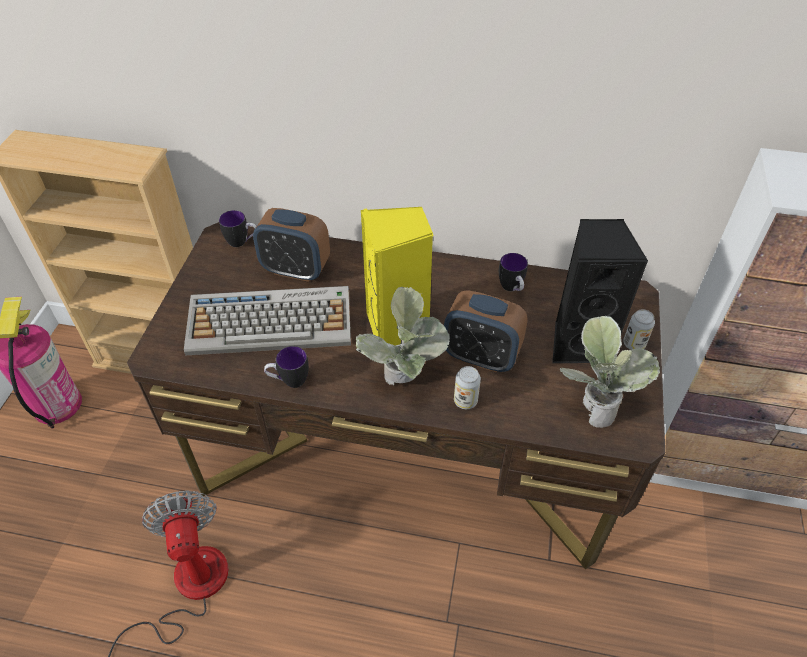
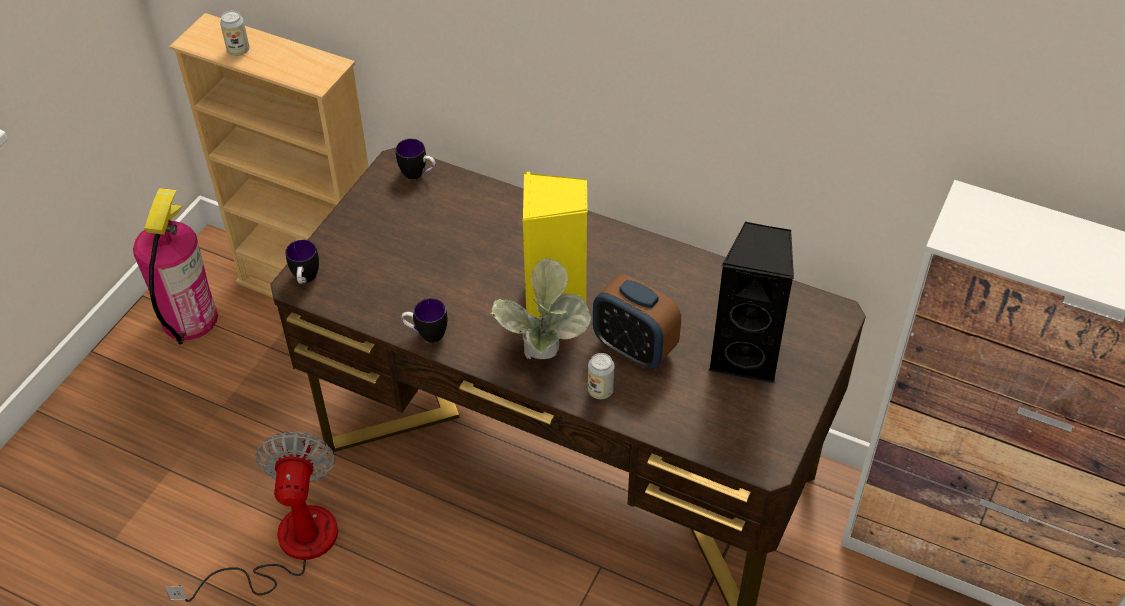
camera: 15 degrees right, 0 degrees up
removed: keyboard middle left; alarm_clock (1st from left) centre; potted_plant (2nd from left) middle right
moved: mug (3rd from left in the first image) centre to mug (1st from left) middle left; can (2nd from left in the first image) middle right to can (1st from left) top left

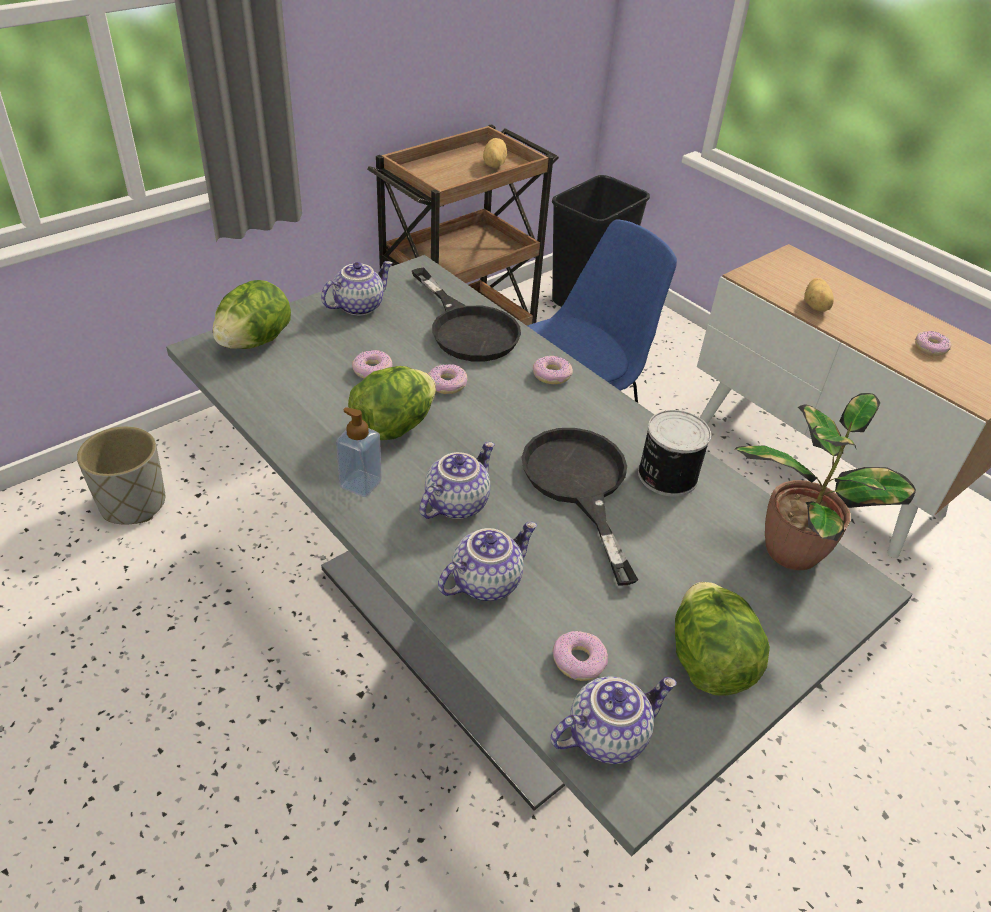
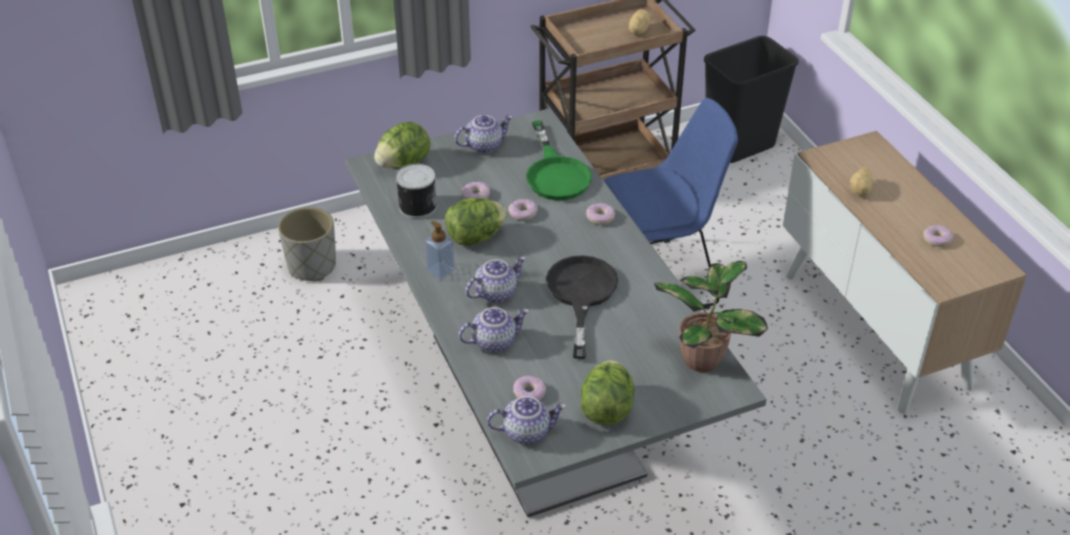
camera: 20 degrees right, 0 degrees up
moved: can middle right to centre
recoloured: black_frying_pan (1st from left) centre to green_frying_pan top centre

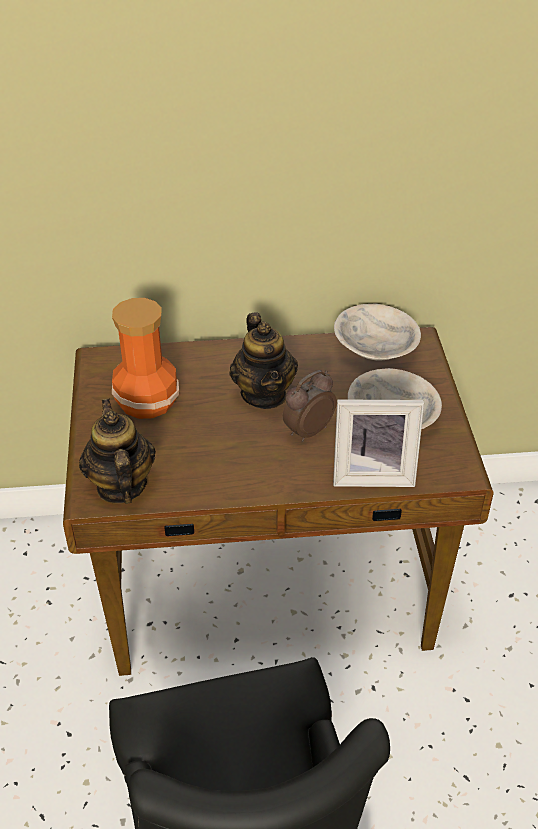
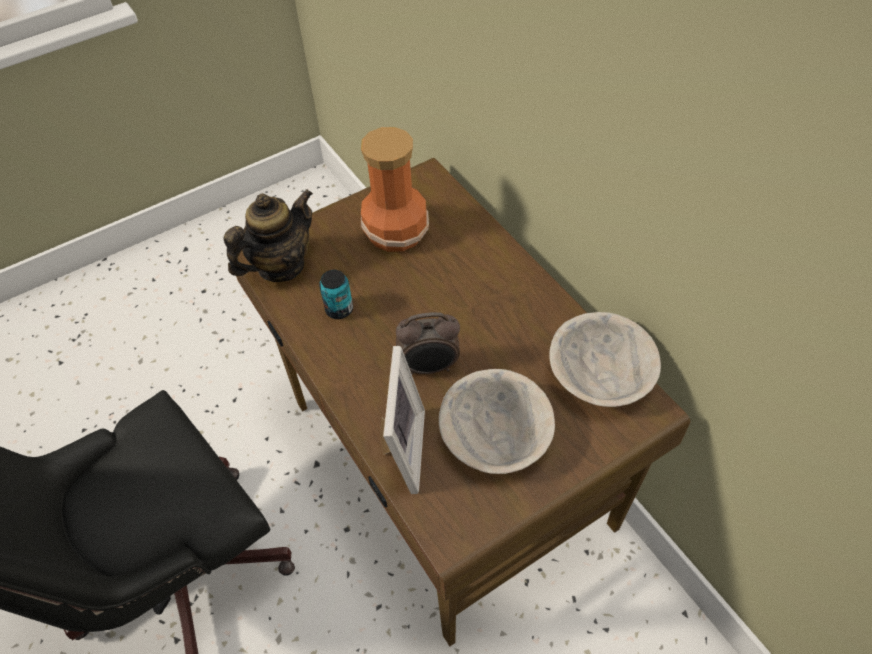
camera: 65 degrees right, 10 degrees up
removed: teapot (2nd from left) centre
added: can centre
turned: alarm_clock centre = centre 150 degrees clockwise; picture_frame middle right = centre 150 degrees counterclockwise

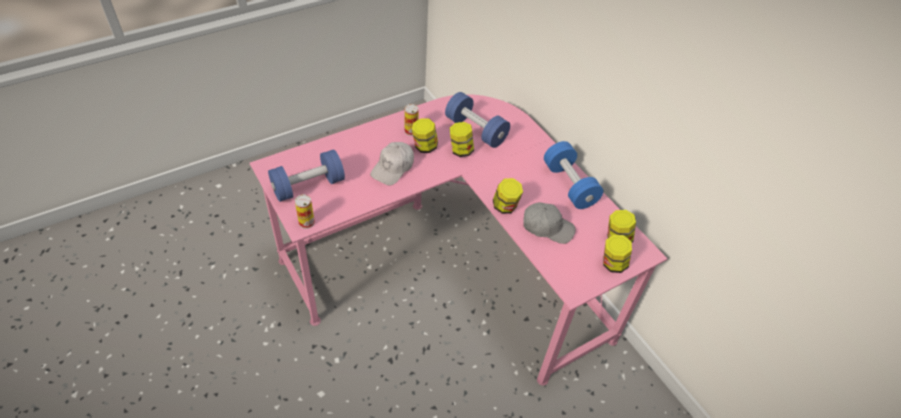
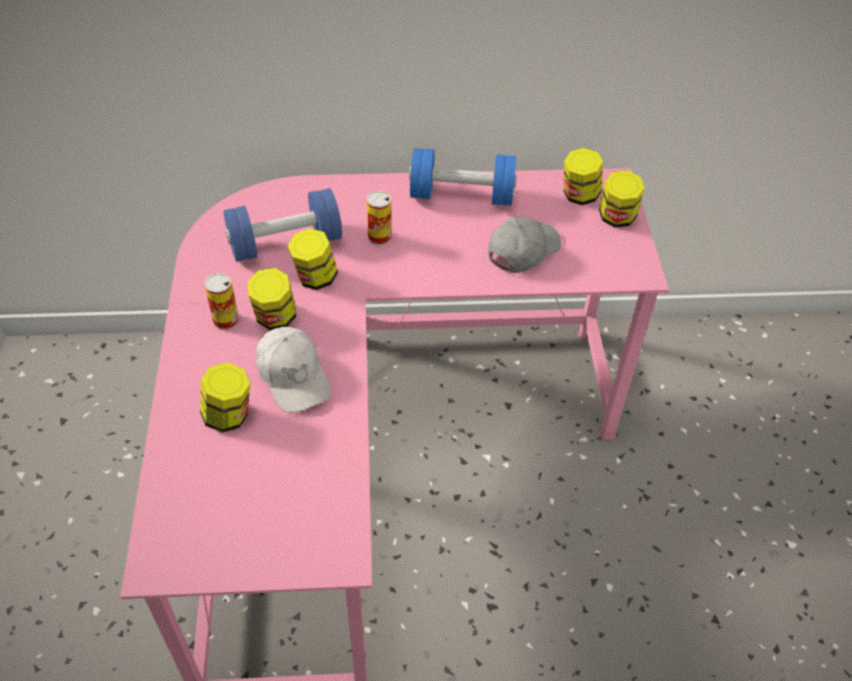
camera: 60 degrees left, 0 degrees up
removed: blue_dumbbell (1st from left) centre
moved: can (1st from left in the first image) centre to can (2nd from left) top centre; jar (3rd from left in the first image) centre to jar (1st from left) middle left

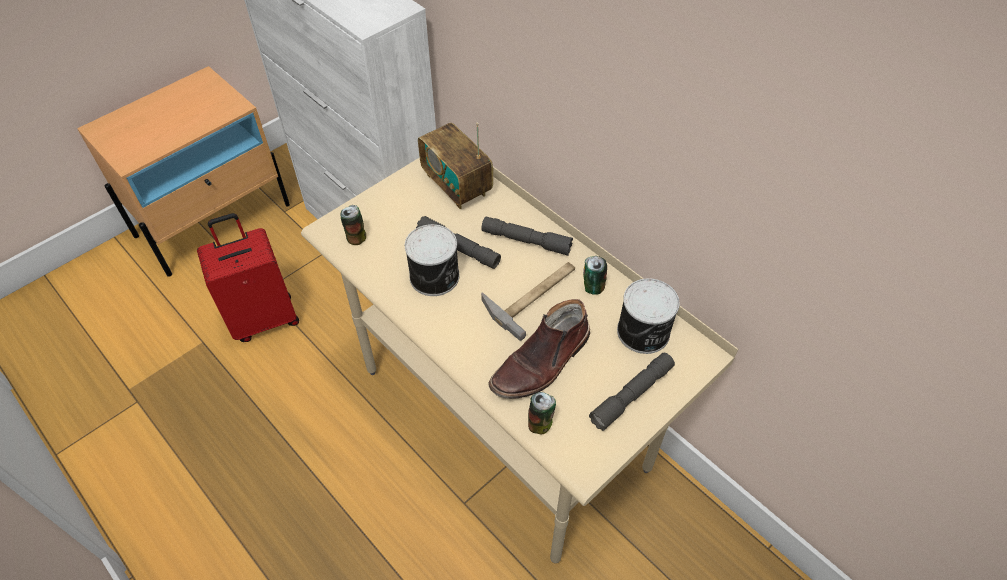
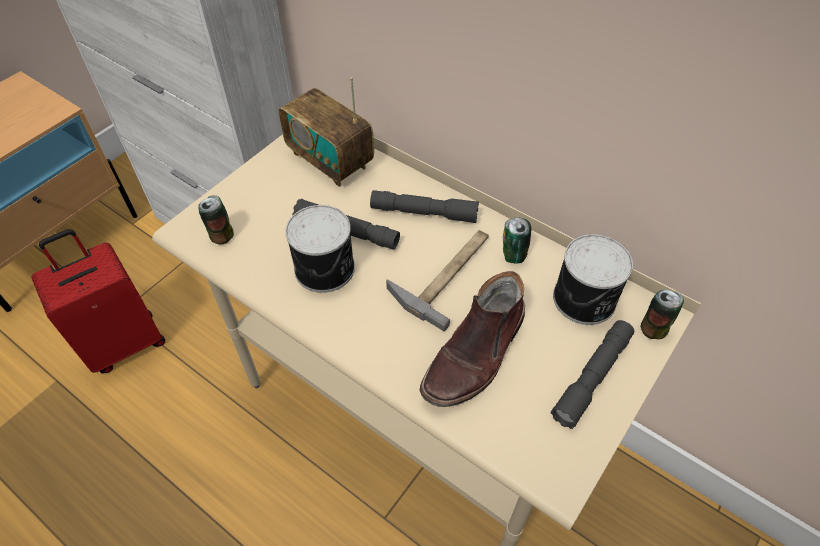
camera: 10 degrees left, 0 degrees up
moved: can (3rd from left in the first image) bottom centre to can (5th from left) middle right

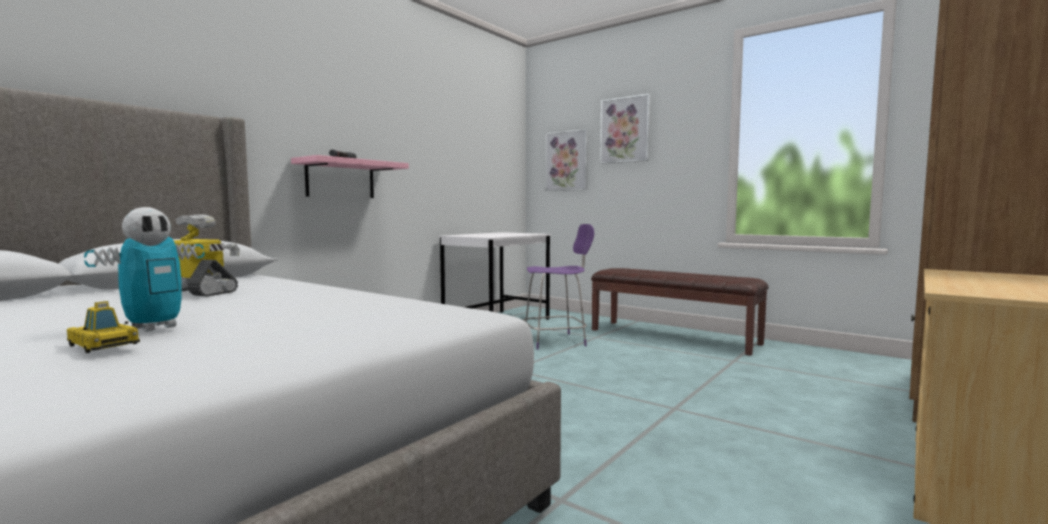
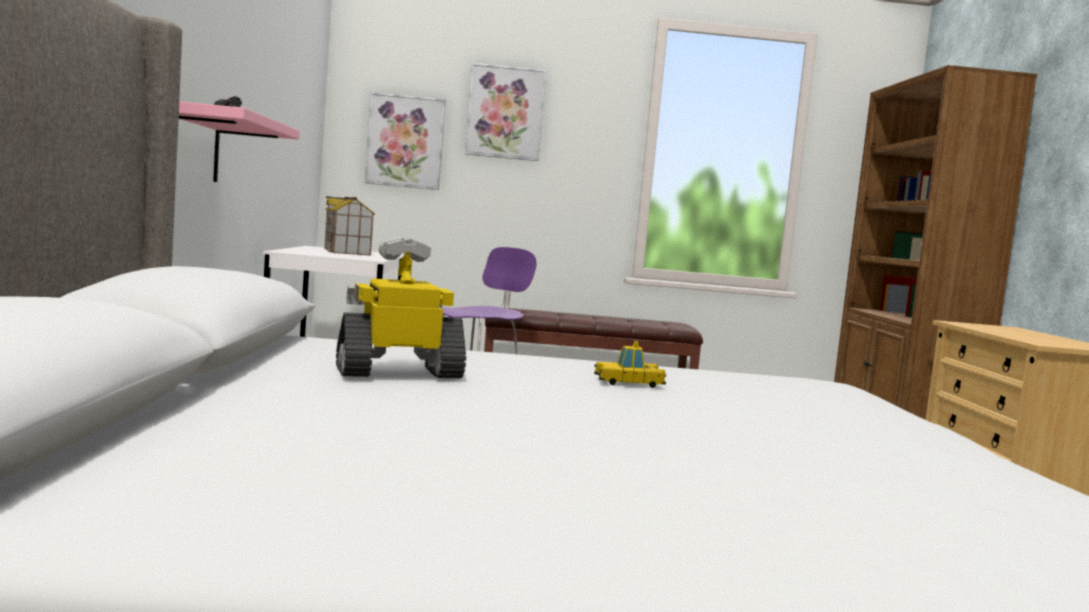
camera: 40 degrees left, 0 degrees up
removed: toy_robot (1st from left) middle left
added: toy_house middle left
moved: toy_car middle left to centre

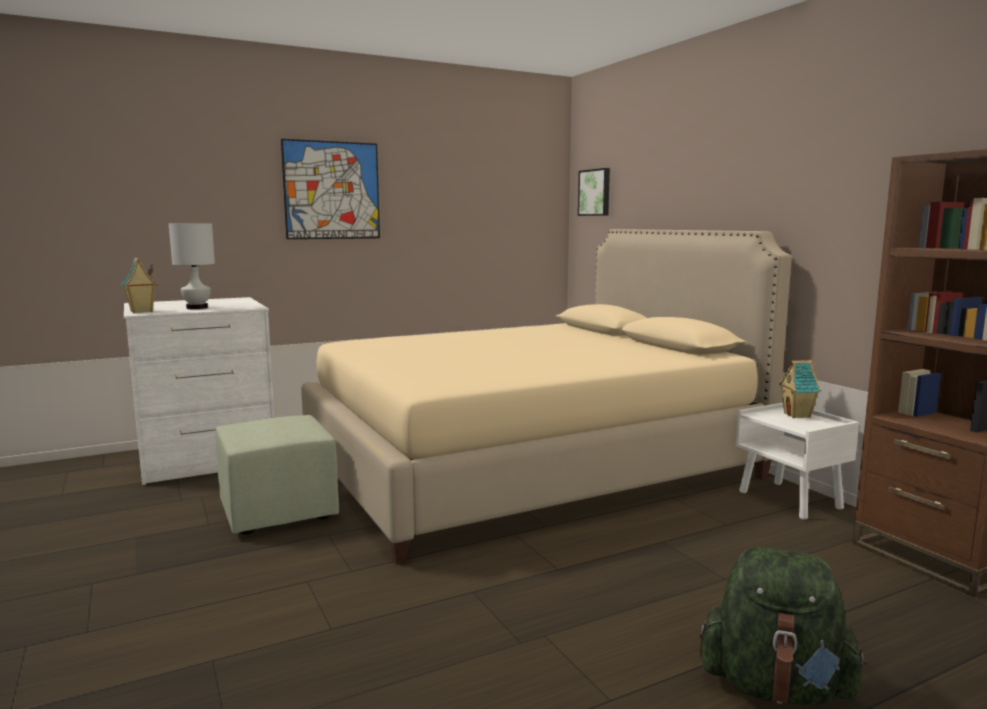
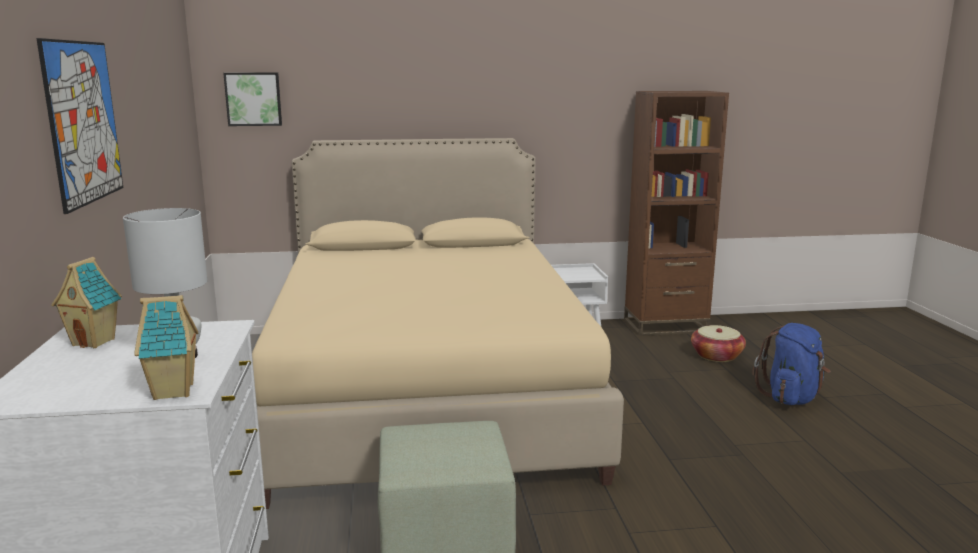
camera: 70 degrees left, 5 degrees up
added: basket middle right
moved: toy_house (2nd from left in the first image) middle right to toy_house (1st from left) middle left
recoloured: green_backpack bottom right to blue_backpack middle right

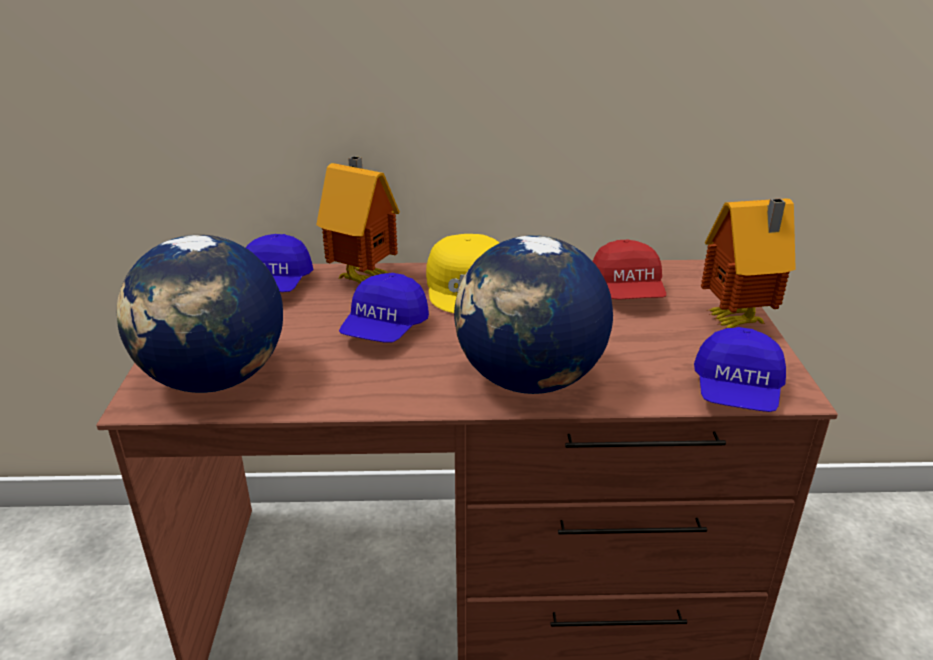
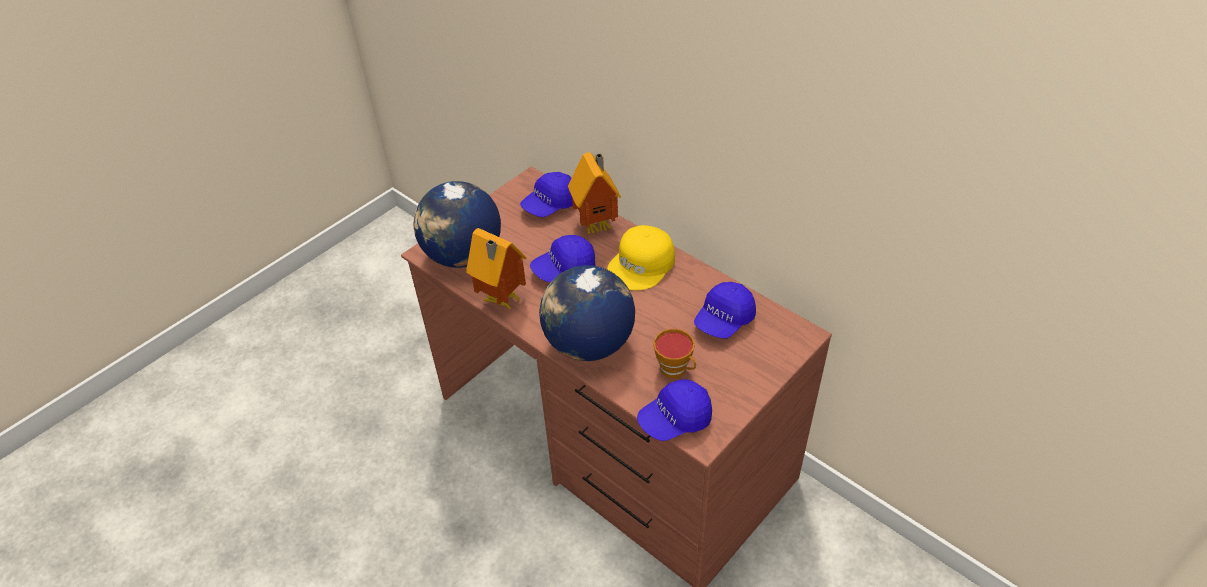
camera: 45 degrees right, 15 degrees up
added: cup centre
moved: toy_house (2nd from left in the first image) middle right to toy_house (1st from left) centre
recoloured: red_cap middle right to blue_cap (4th from left) centre

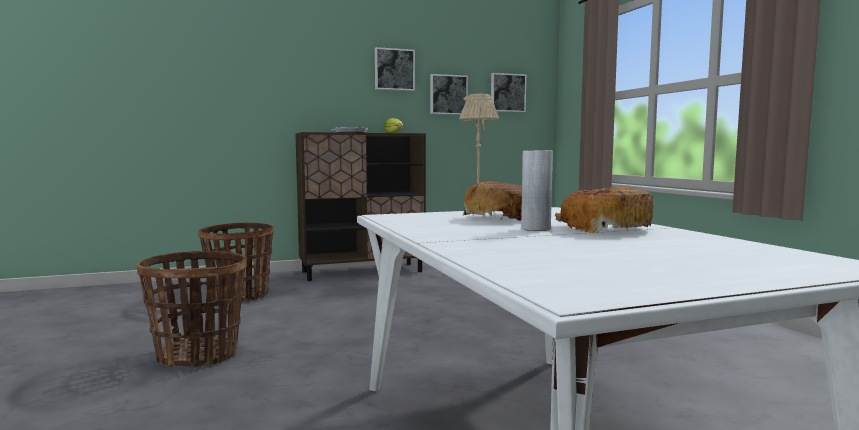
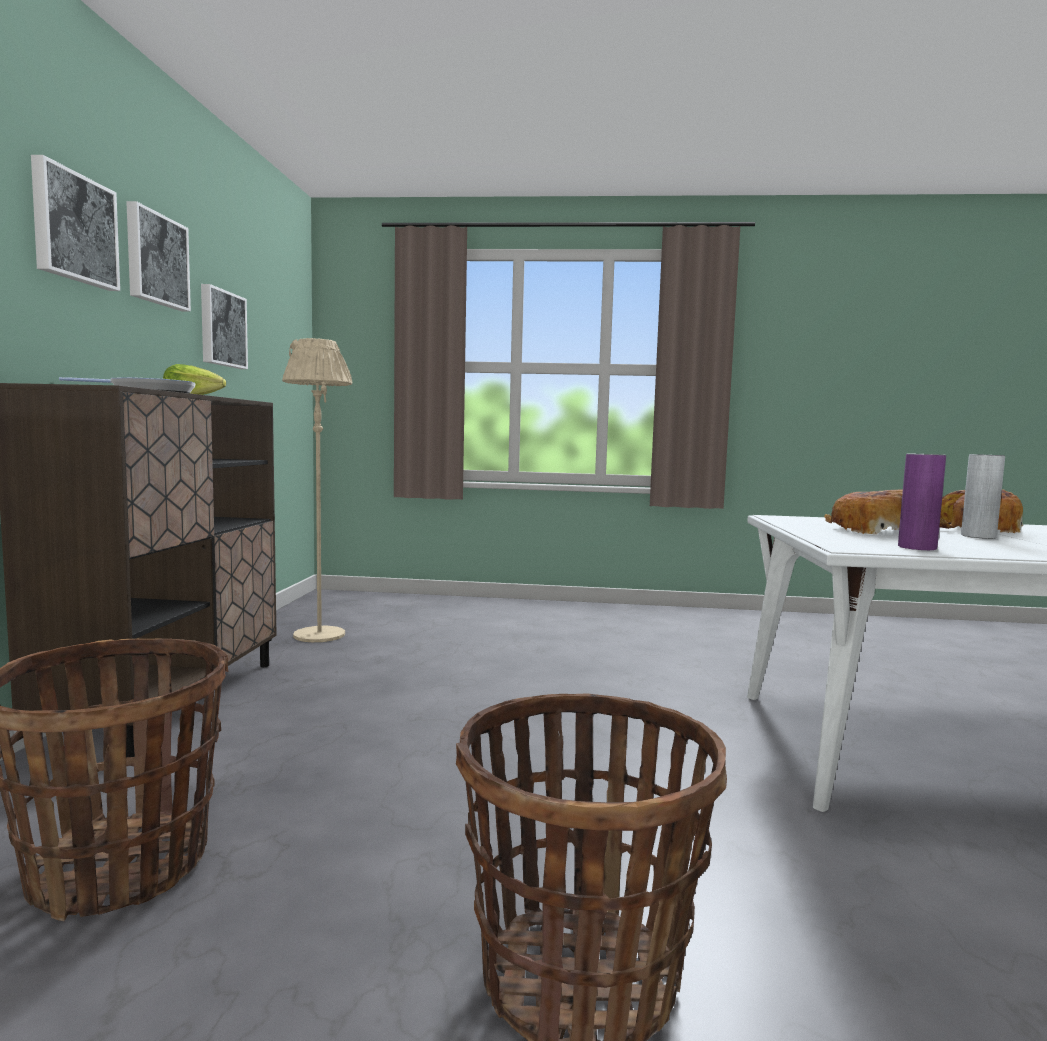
camera: 65 degrees left, 0 degrees up
added: purple_vase middle right
moved: picture (3rd from left in the first image) top centre to picture (1st from left) top left

